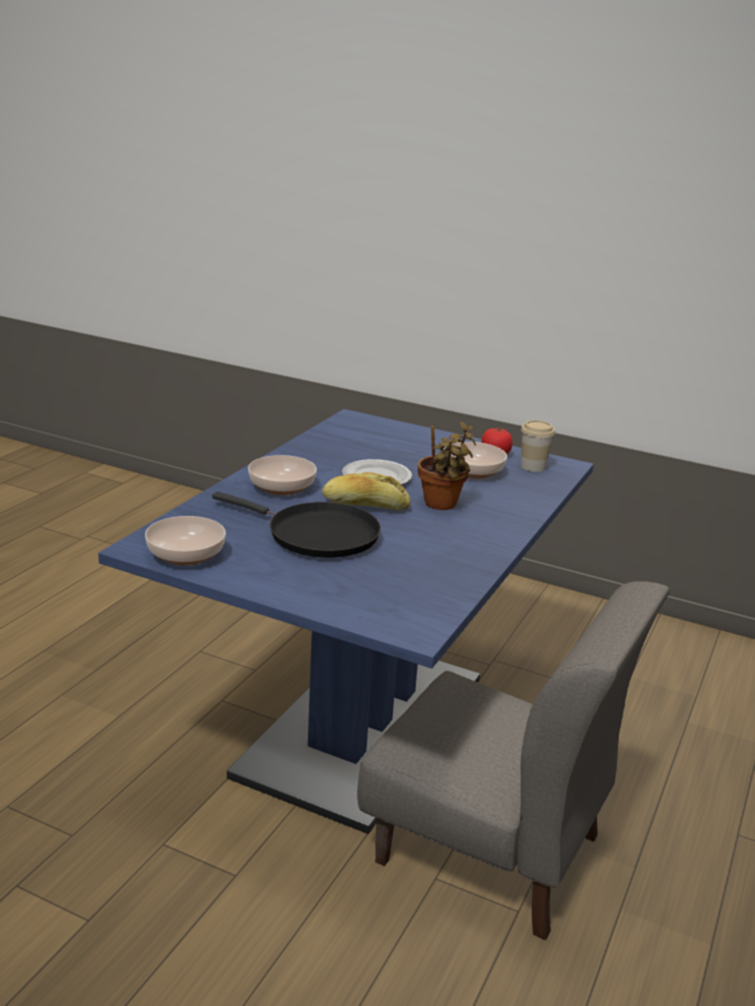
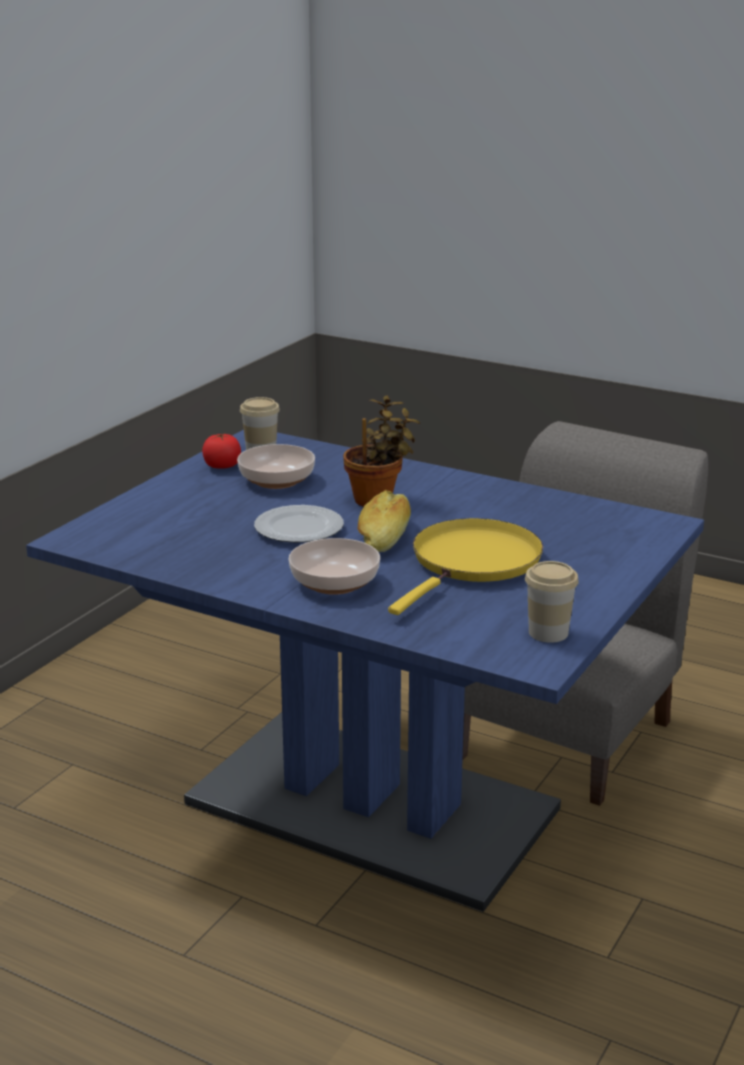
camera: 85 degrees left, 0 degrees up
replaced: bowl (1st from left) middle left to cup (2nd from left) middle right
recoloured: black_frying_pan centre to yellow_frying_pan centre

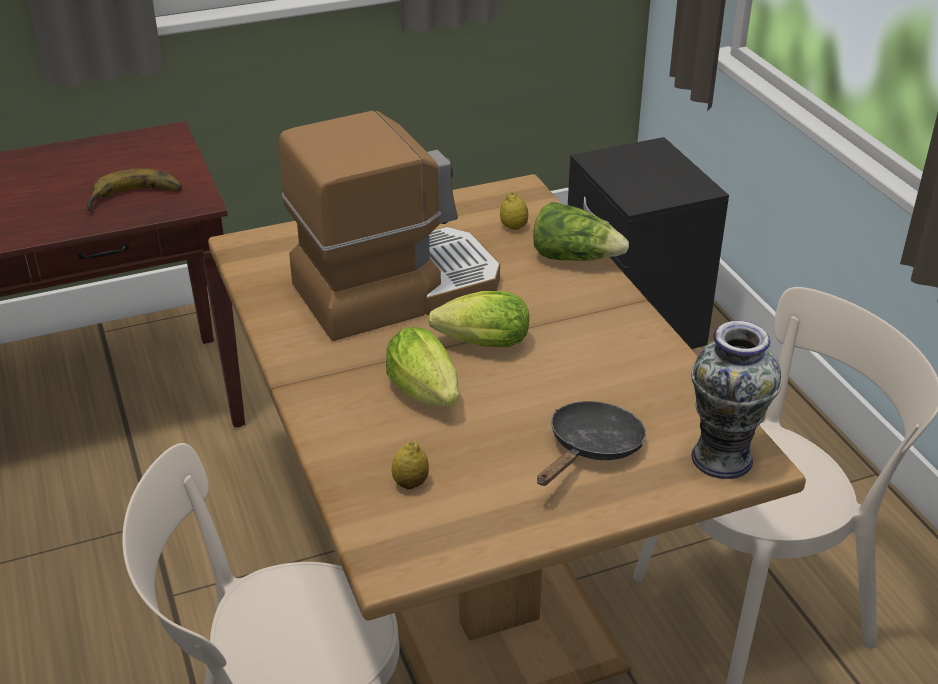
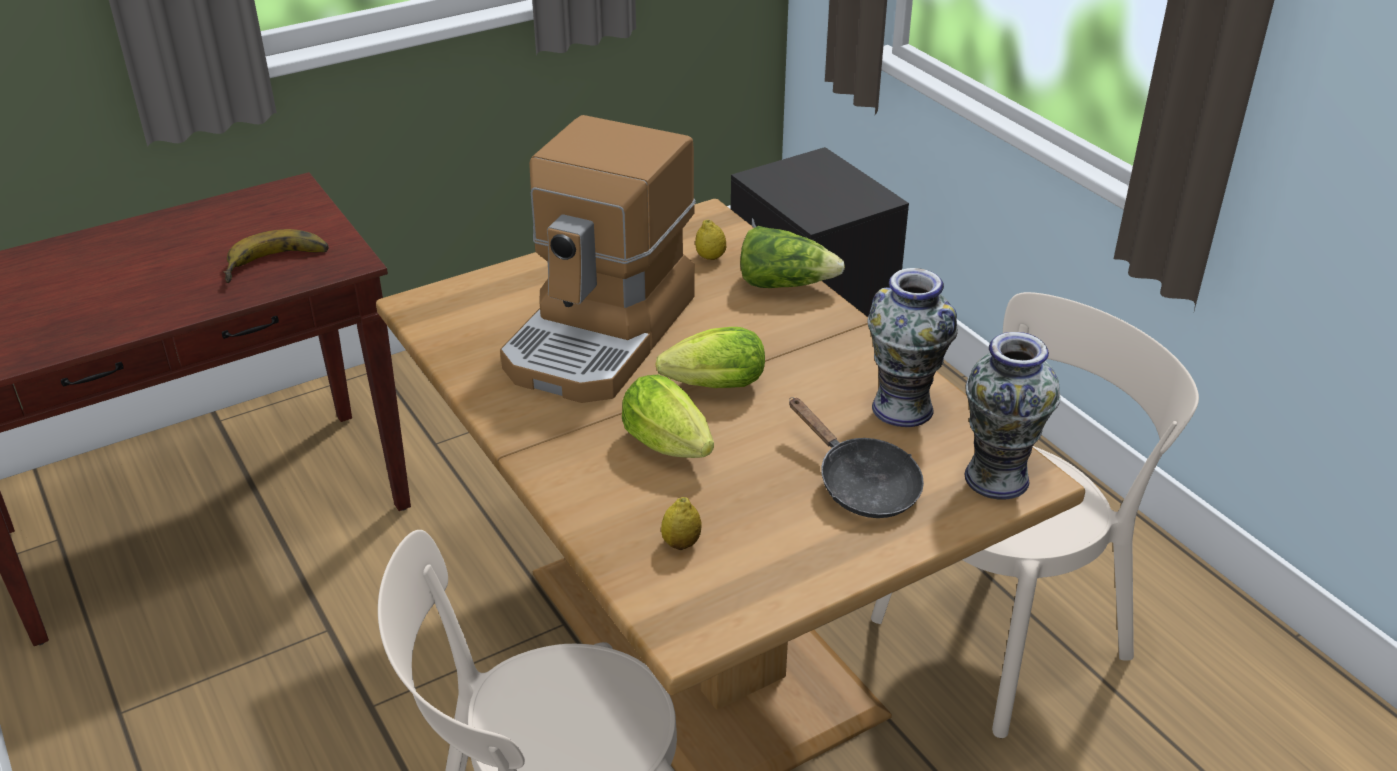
camera: 10 degrees left, 0 degrees up
added: vase (1st from left) centre
turned: coffee_machine top centre = centre 150 degrees clockwise; black_frying_pan centre = centre 120 degrees clockwise

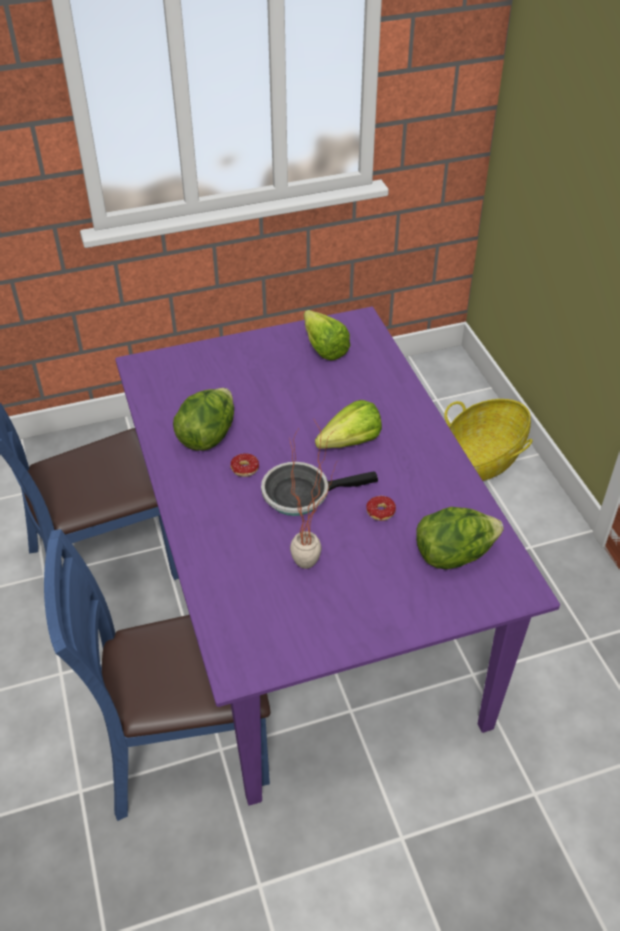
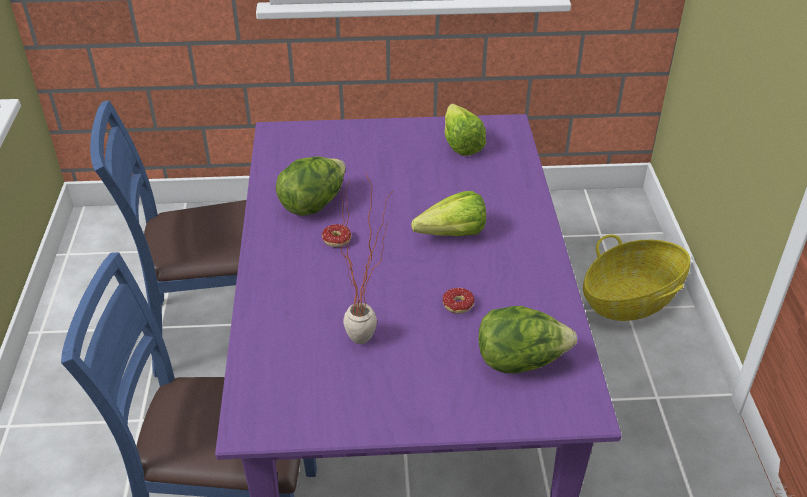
camera: 15 degrees right, 5 degrees down
removed: frying_pan centre

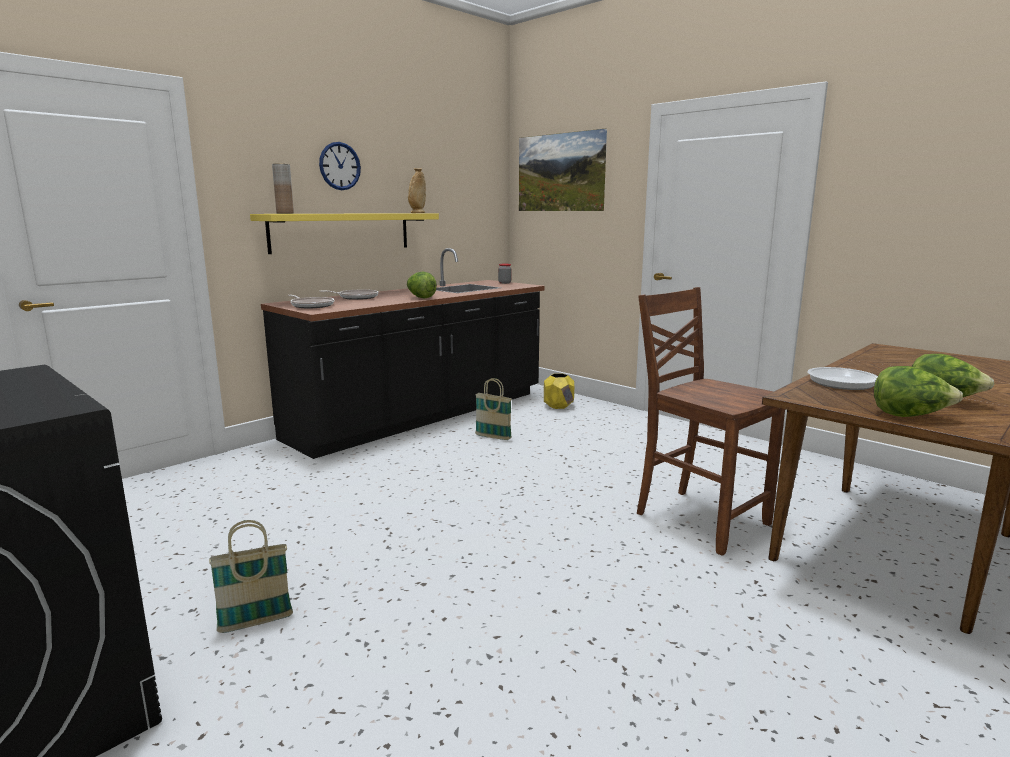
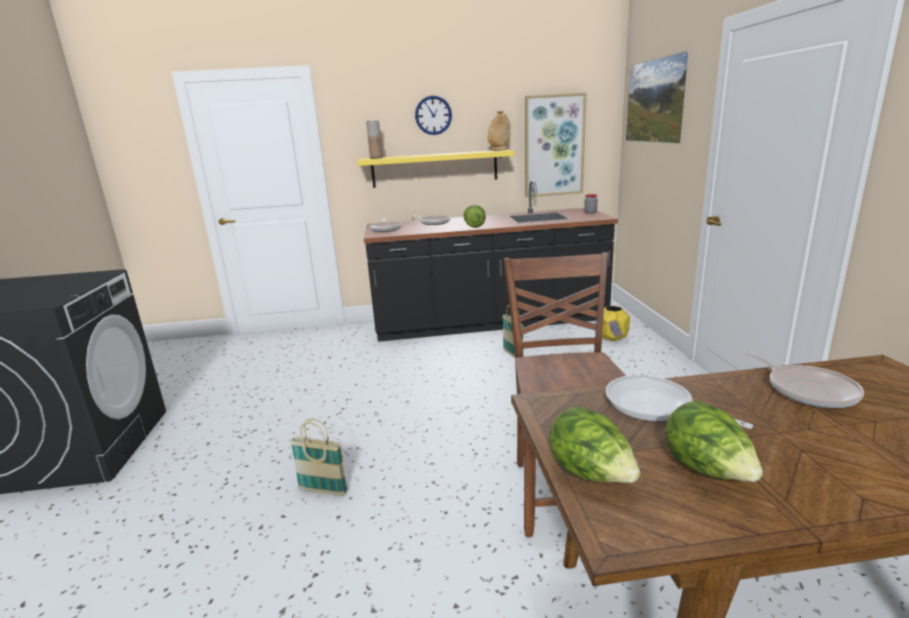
camera: 40 degrees right, 5 degrees up
added: picture (1st from left) top centre; frying_pan (4th from left) middle right
moved: basket (1st from left) bottom left to bottom centre

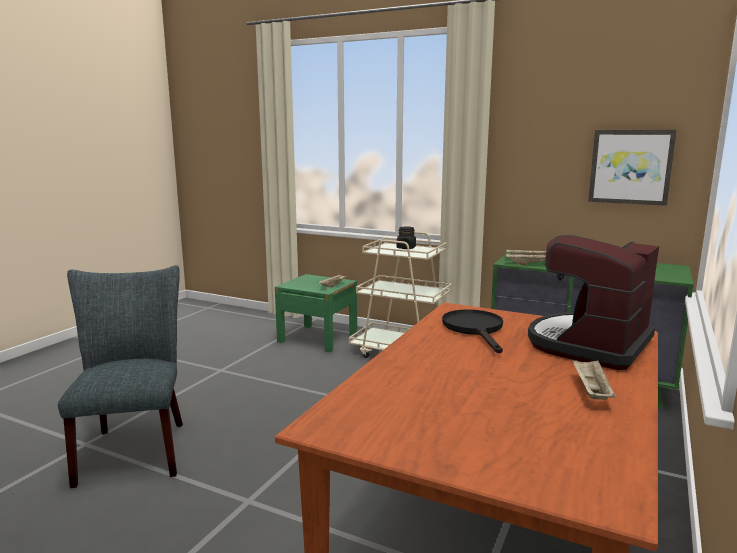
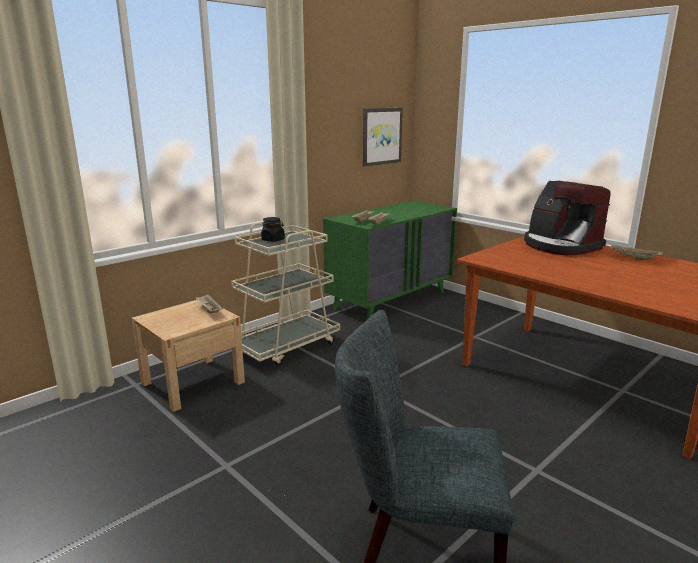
camera: 70 degrees left, 5 degrees up
removed: black_frying_pan centre
recoloured: green_nightstand centre to beige_nightstand middle left

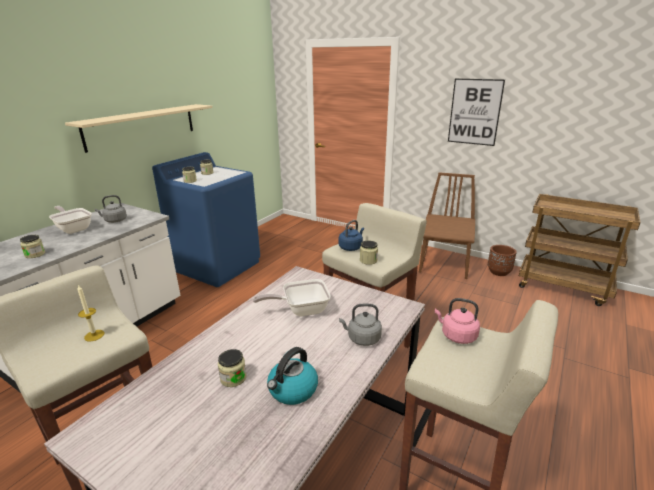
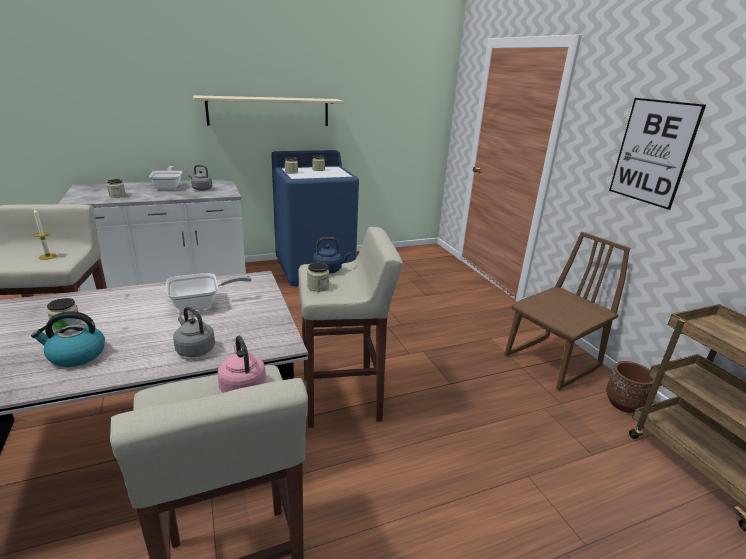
camera: 35 degrees right, 0 degrees up
turned: frying_pan (2nd from left) centre = middle left 135 degrees clockwise

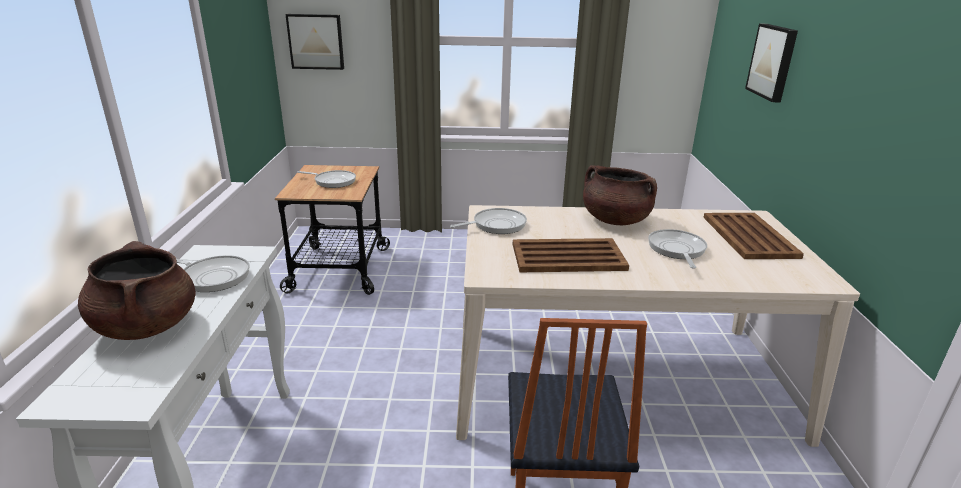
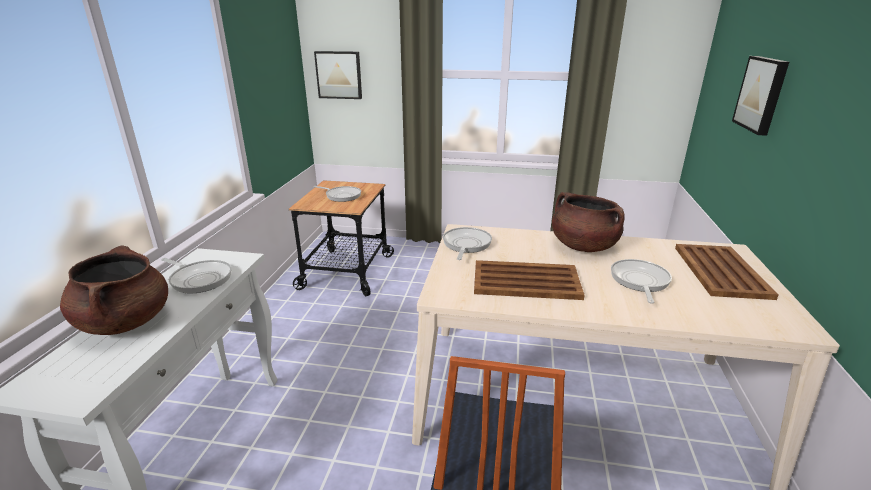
camera: 10 degrees right, 0 degrees up
turned: frying_pan (3rd from left) centre = centre 60 degrees counterclockwise

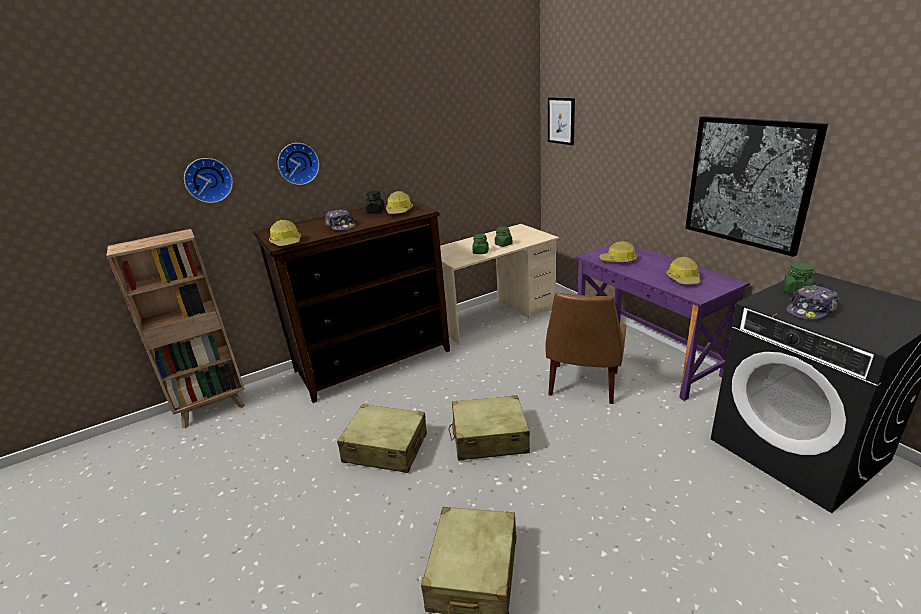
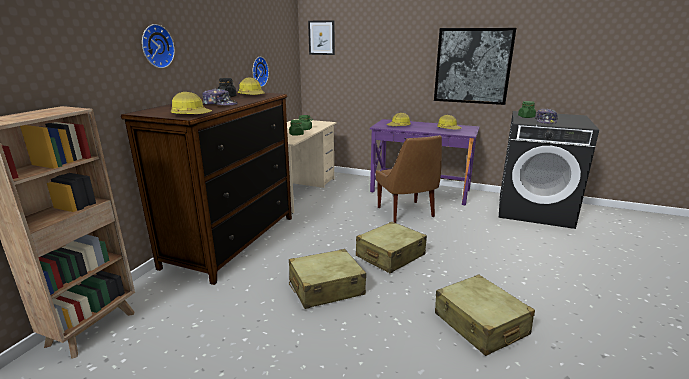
camera: 40 degrees left, 5 degrees down
moved: wall_clock (1st from left in the first image) top left to wall_clock (2nd from left) top centre

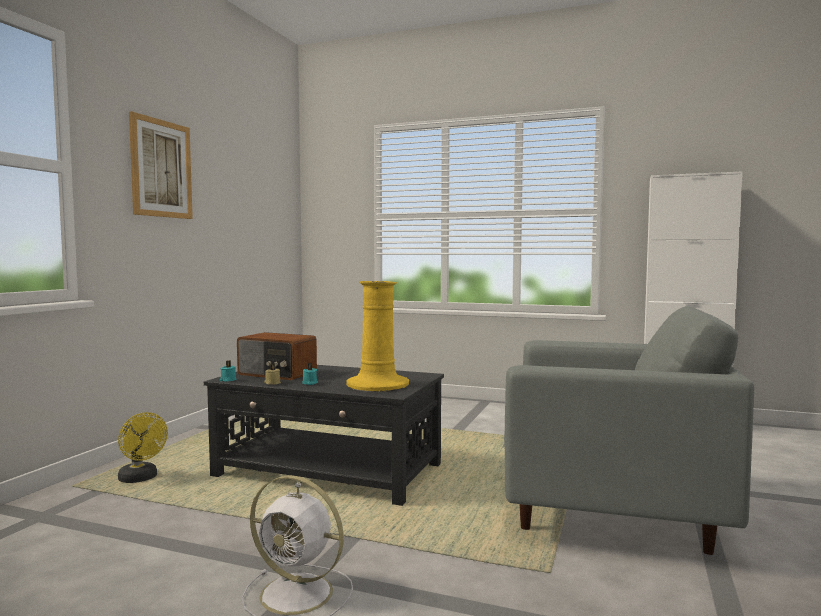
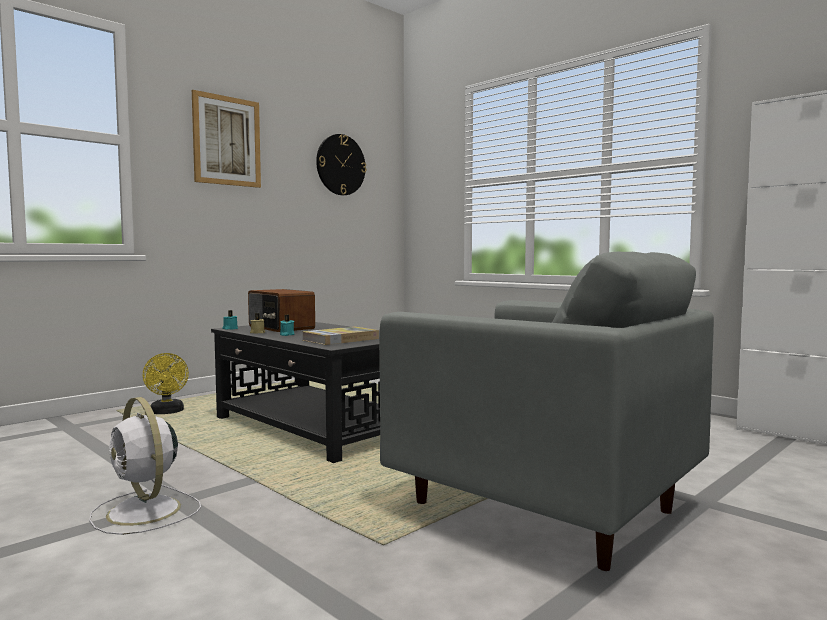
camera: 25 degrees right, 0 degrees up
added: wall_clock top centre
replaced: yellow_vase centre to book centre

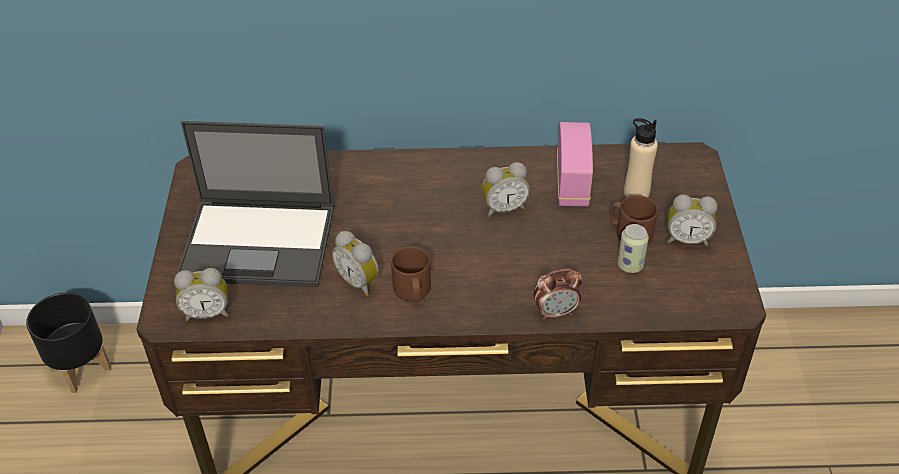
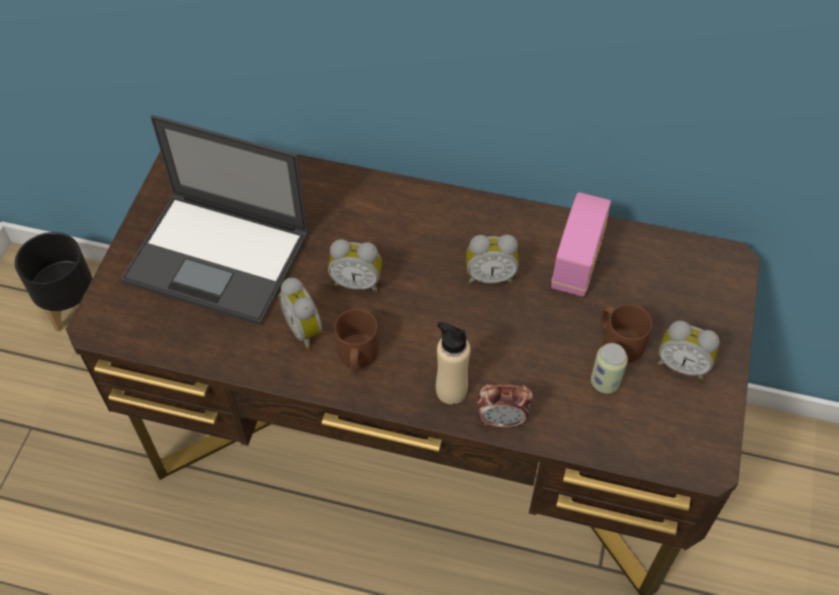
camera: 15 degrees right, 10 degrees up
moved: alarm_clock (1st from left in the first image) middle left to alarm_clock (2nd from left) centre; beige_bottle middle right to centre

